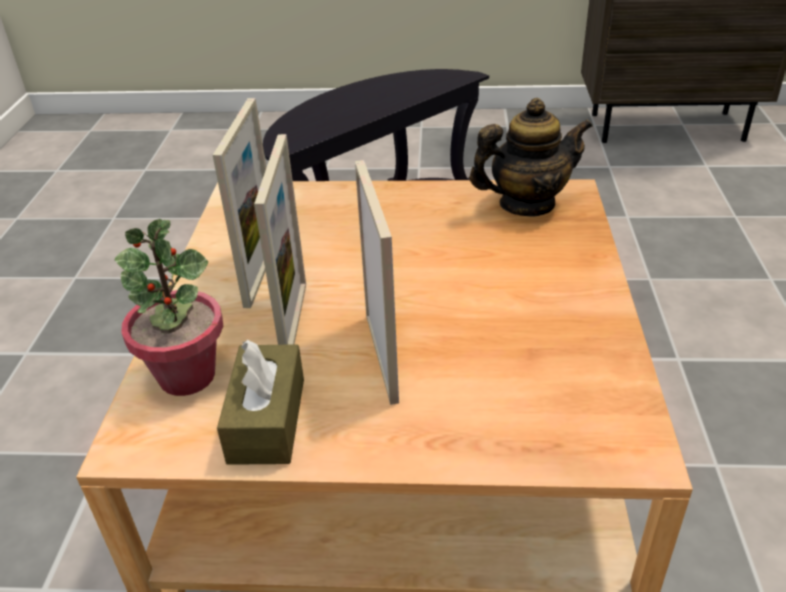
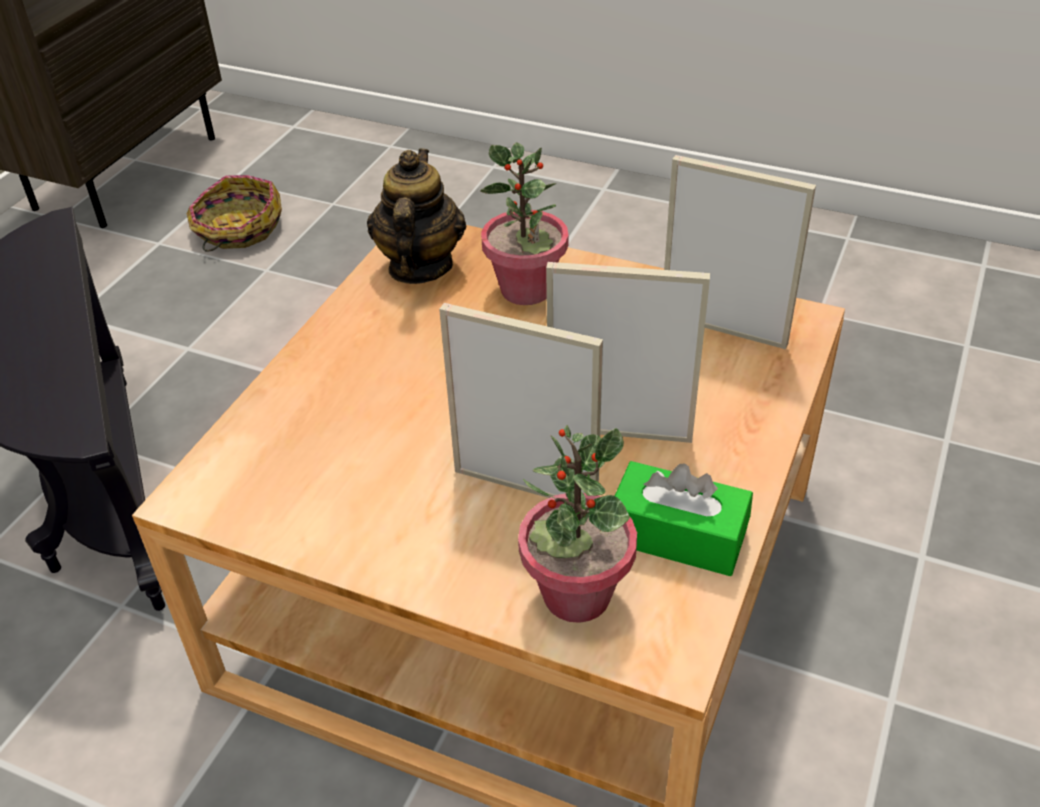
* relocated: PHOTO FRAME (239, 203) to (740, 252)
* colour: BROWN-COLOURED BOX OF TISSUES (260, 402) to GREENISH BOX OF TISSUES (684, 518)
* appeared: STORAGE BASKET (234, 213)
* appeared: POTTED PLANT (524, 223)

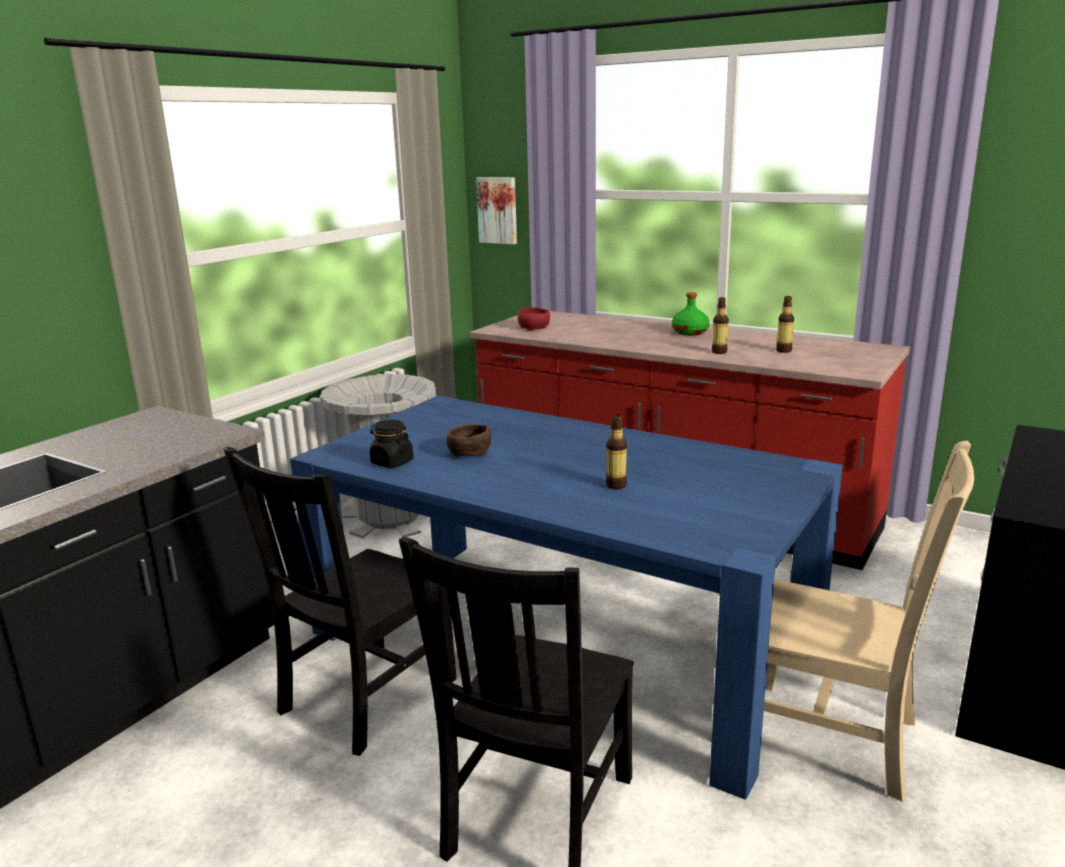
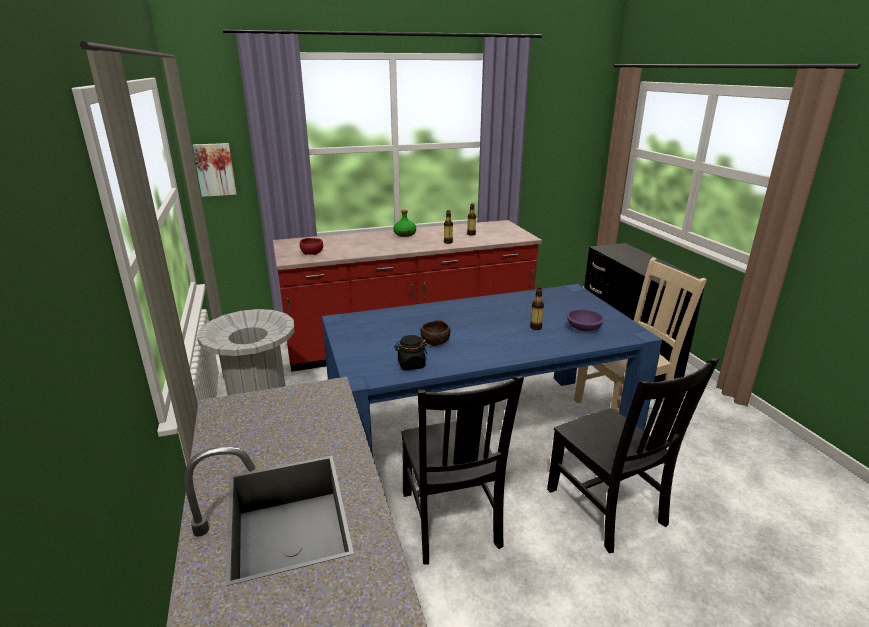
* appeared: PURPLE DEEP DISH (585, 320)

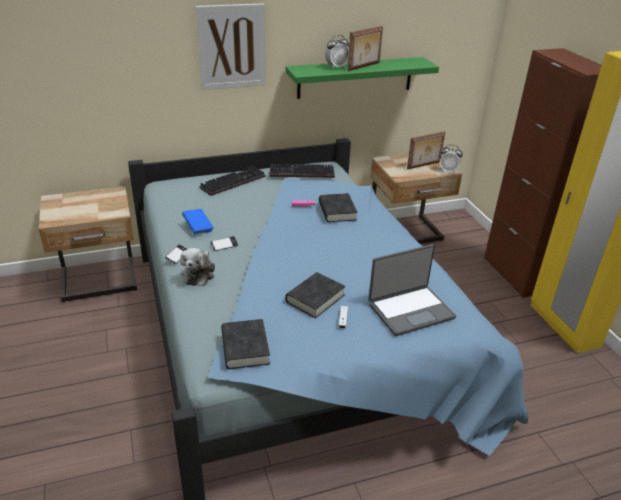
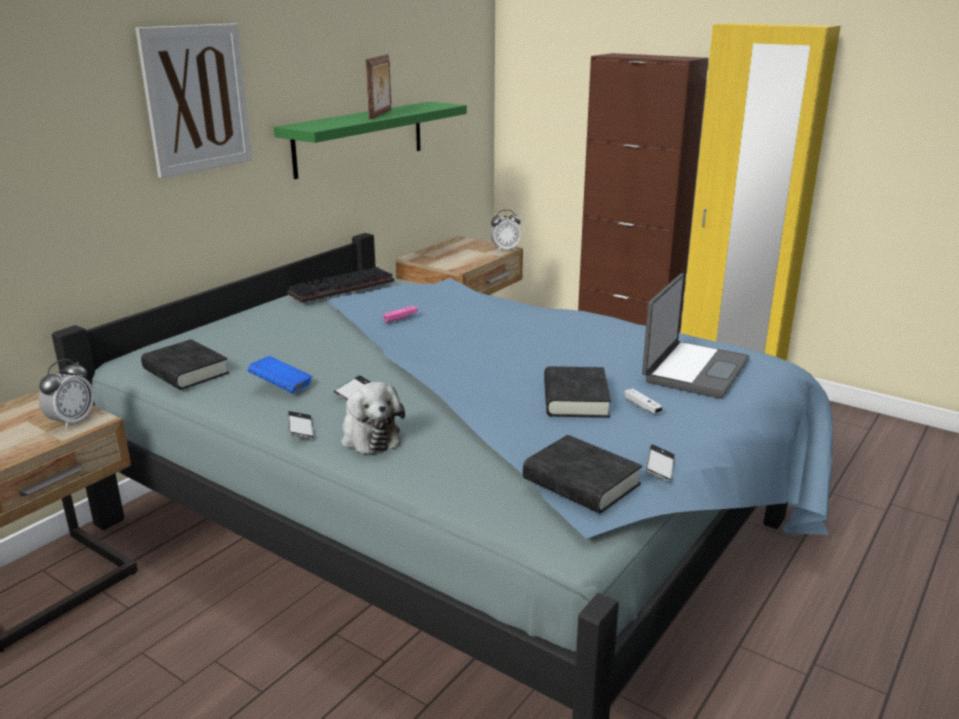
* missing: PC KEYBOARD (232, 181)
* relocated: BLACK-COLOURED VOLUME (338, 207) to (185, 364)
* relocated: ALARM CLOCK (337, 52) to (66, 394)
* missing: PHOTO FRAME (426, 150)
* appeared: HANDSET (660, 463)

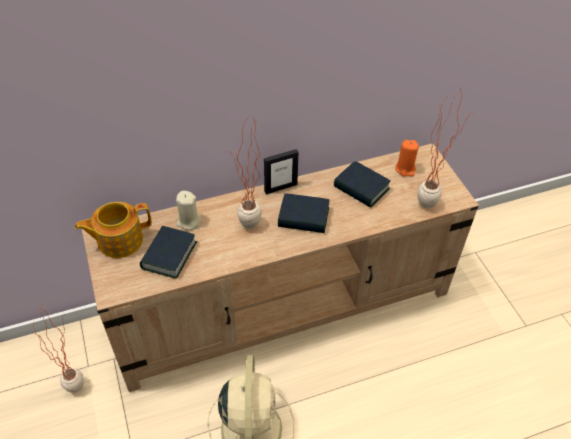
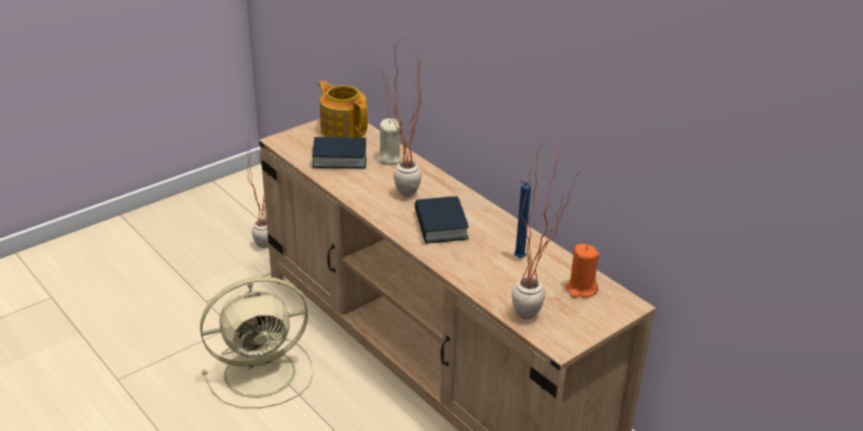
* missing: PHOTO FRAME (281, 171)
* exchanged: VOLUME (362, 184) to BLUISH WAX CANDLE (522, 219)

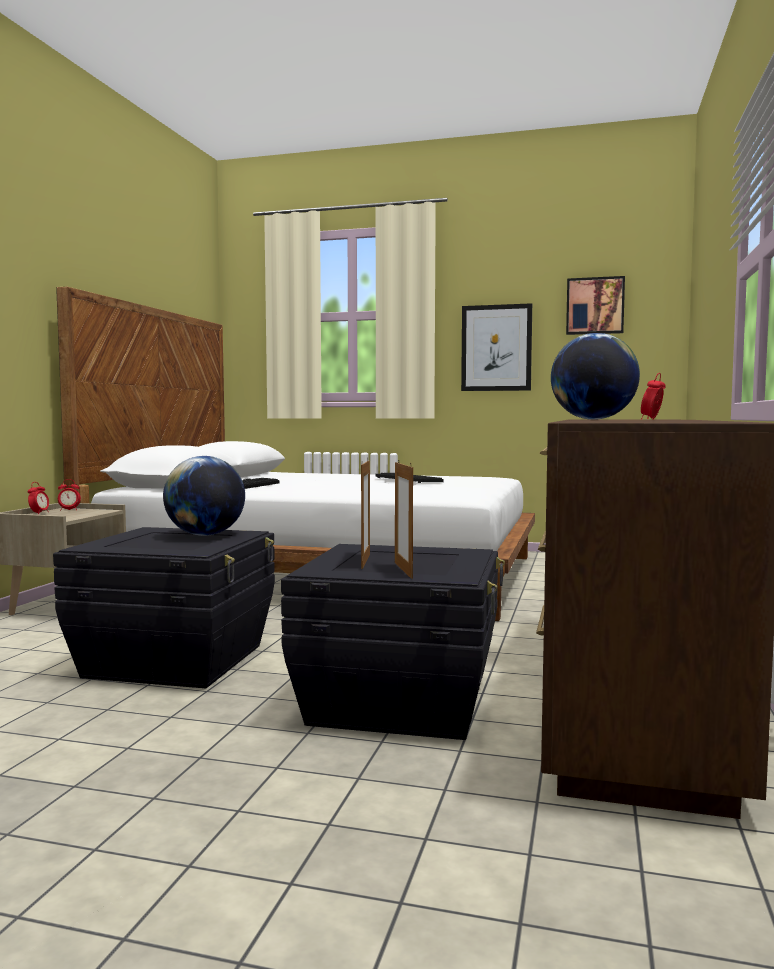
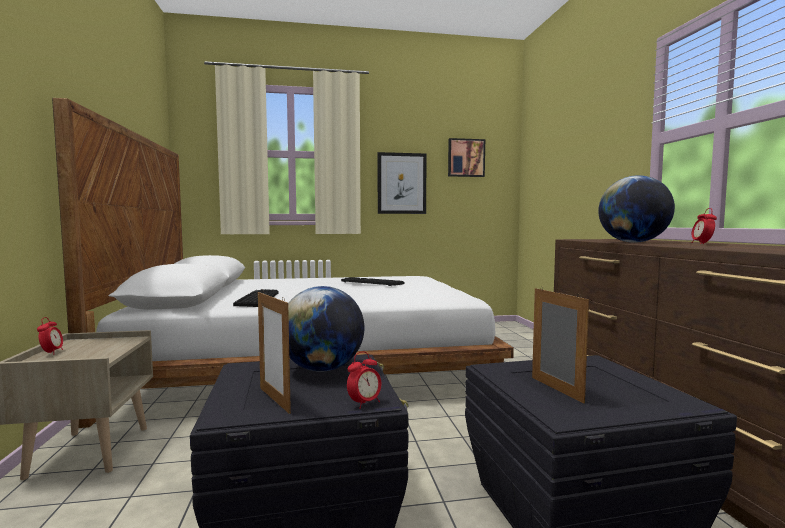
* relocated: ALARM CLOCK (69, 494) to (364, 380)
* relocated: PHOTO FRAME (404, 519) to (274, 352)

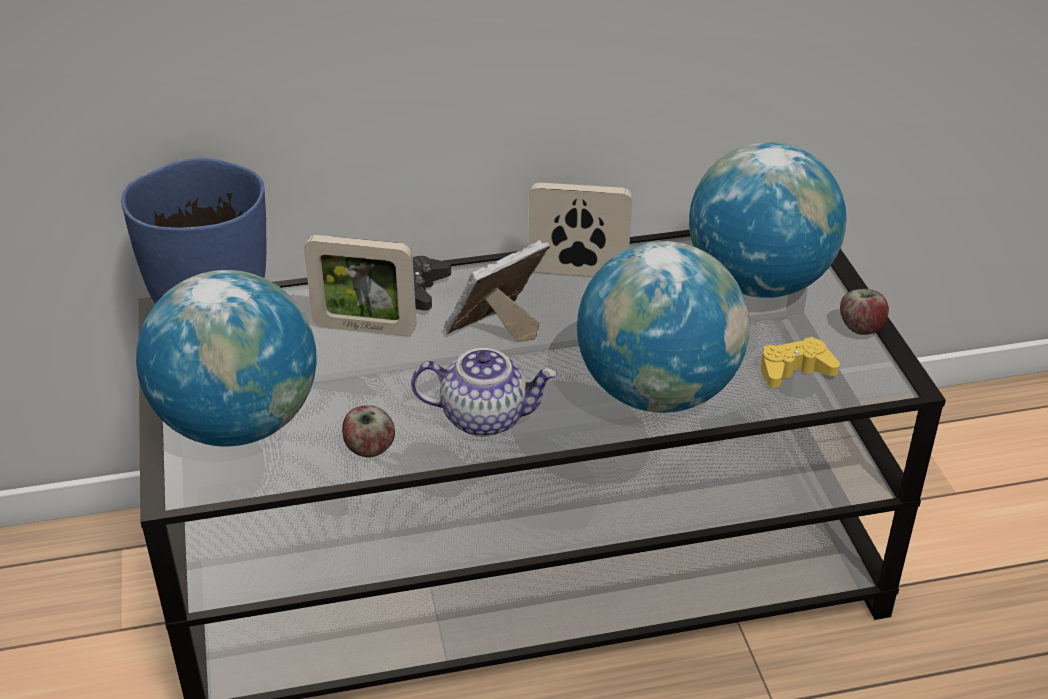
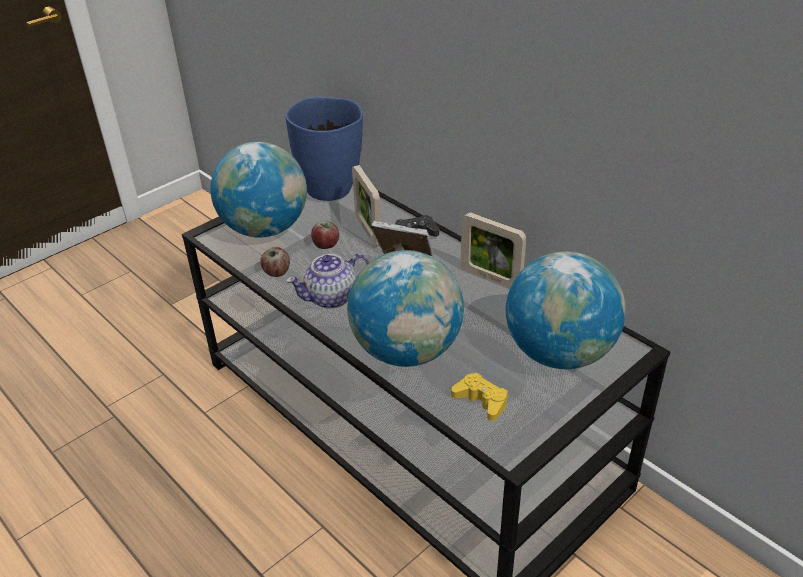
* spun: TEA POT (484, 392) = (327, 281) 90 degrees clockwise
* spun: PHOTO FRAME (580, 229) = (493, 250) 150 degrees clockwise
* relocated: WHOLE APPLE (864, 312) to (325, 235)

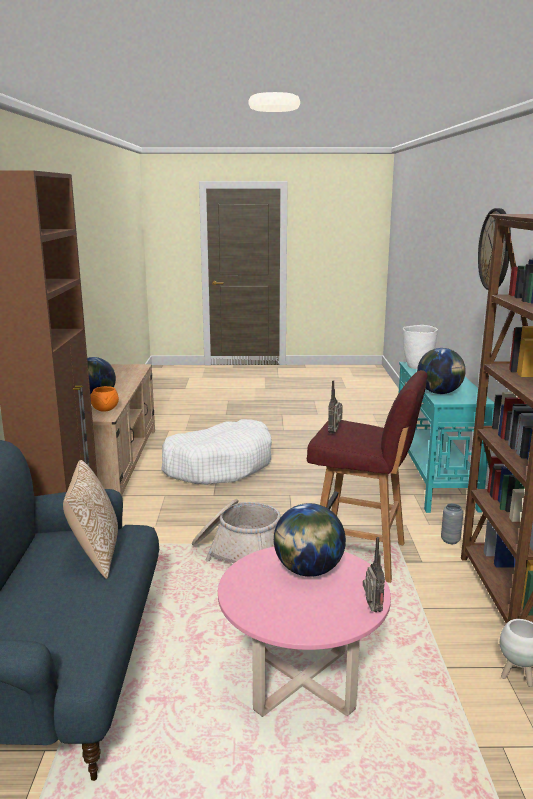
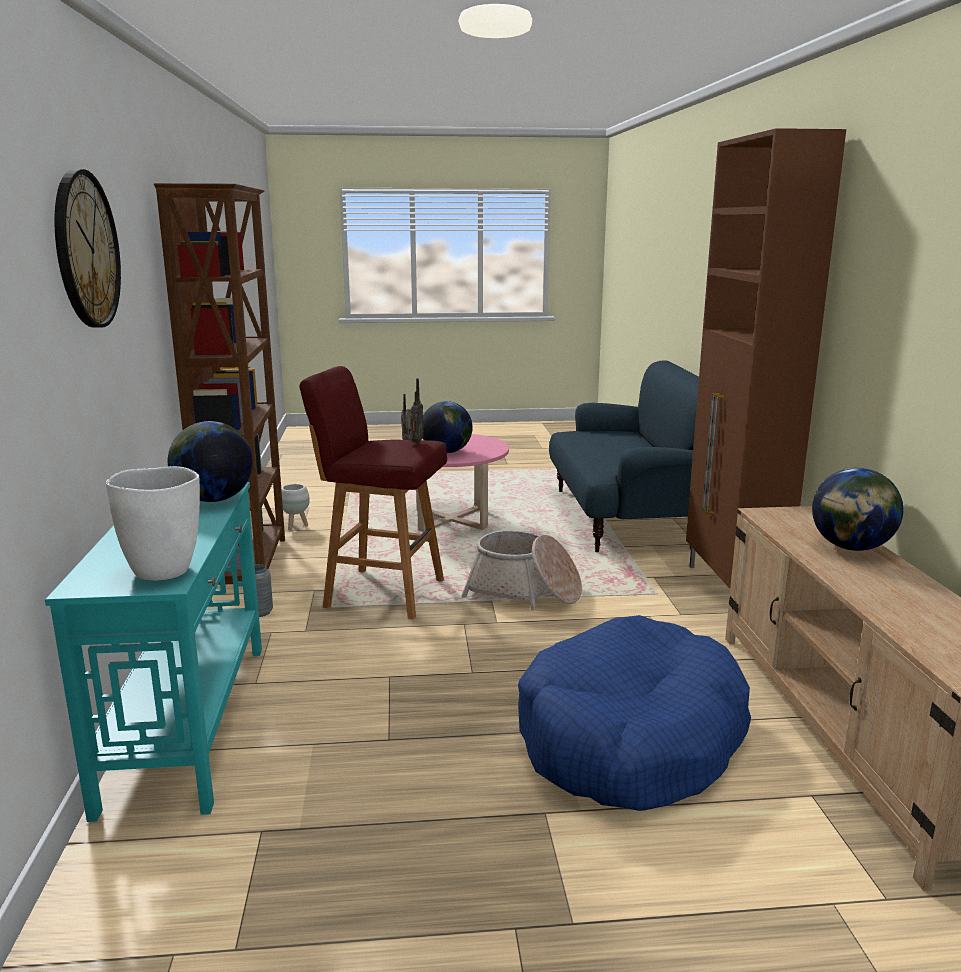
* missing: CUSHION (90, 519)
* missing: ORANGEY DEEP DISH (104, 399)
* colour: WHITE-COLOURED DOG CUSHION (216, 452) to BLUISH DOG CUSHION (634, 713)

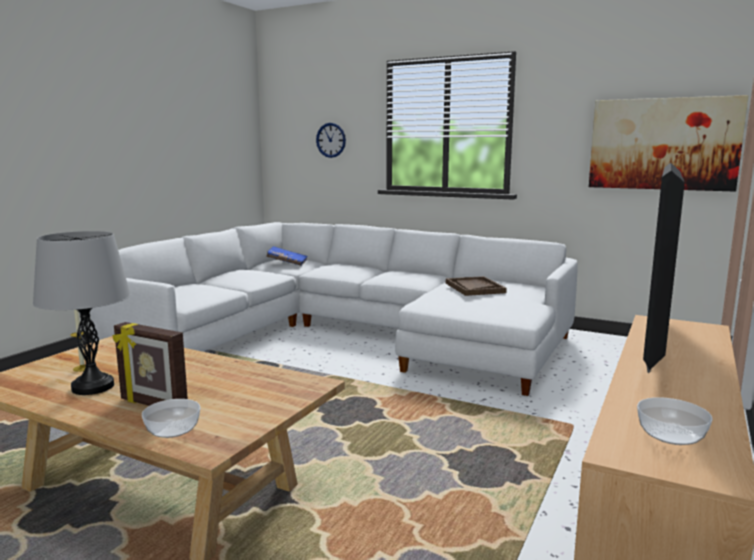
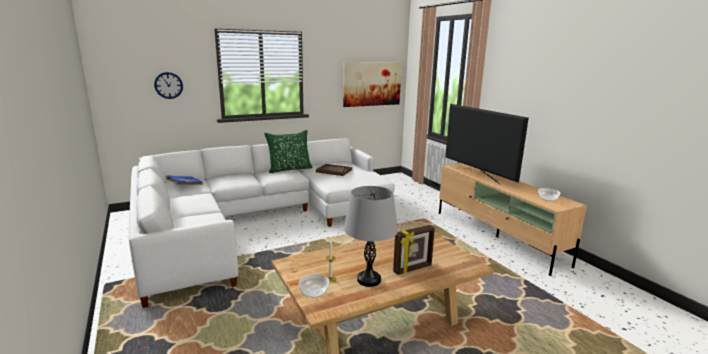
* relocated: DEEP DISH (171, 418) to (314, 285)
* appeared: GREENISH CUSHION (288, 151)

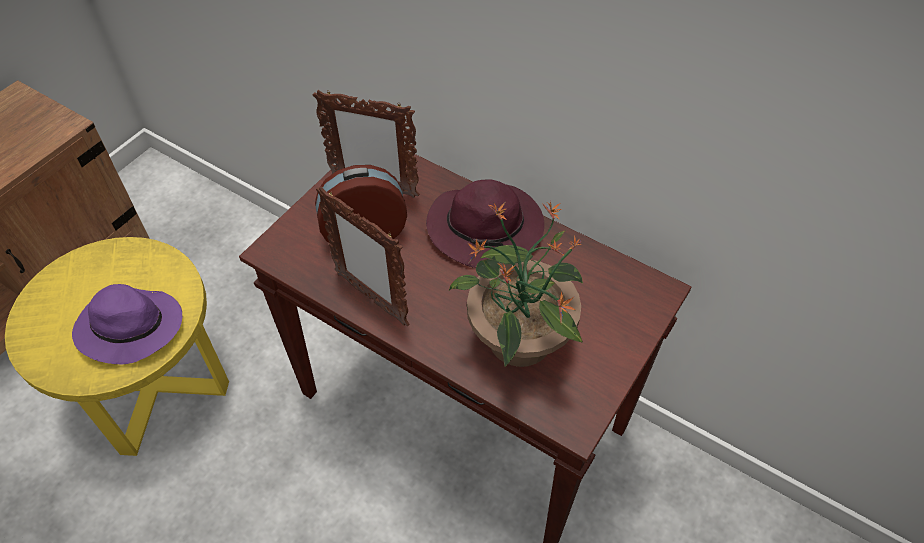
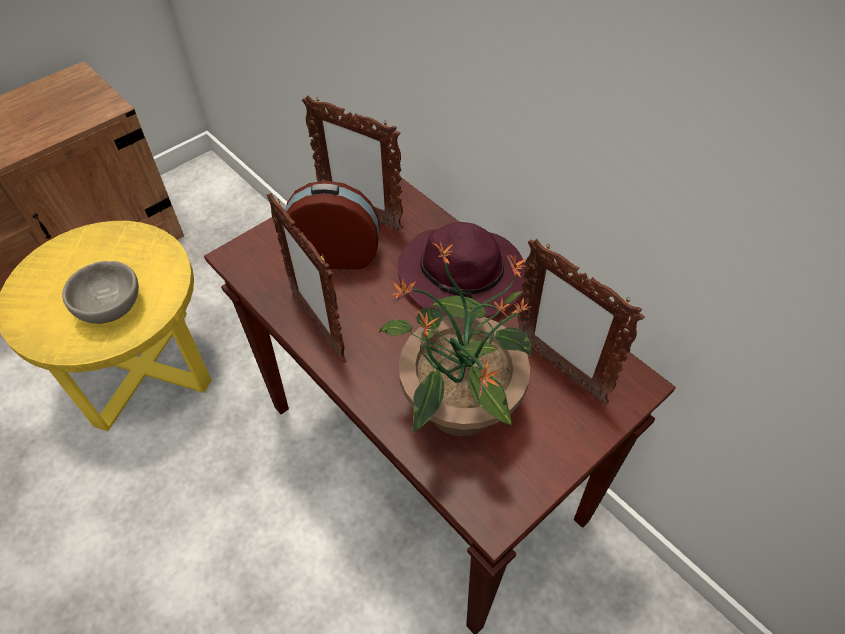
* exchanged: PURPLE WEARABLE HAT (127, 324) to GREY DEEP DISH (100, 292)
* appeared: PHOTO FRAME (581, 321)

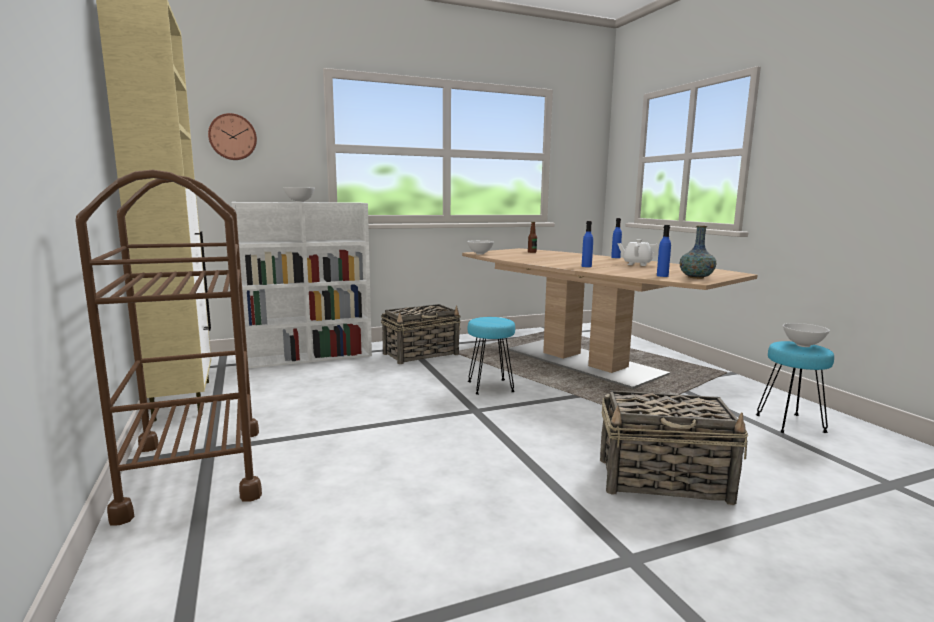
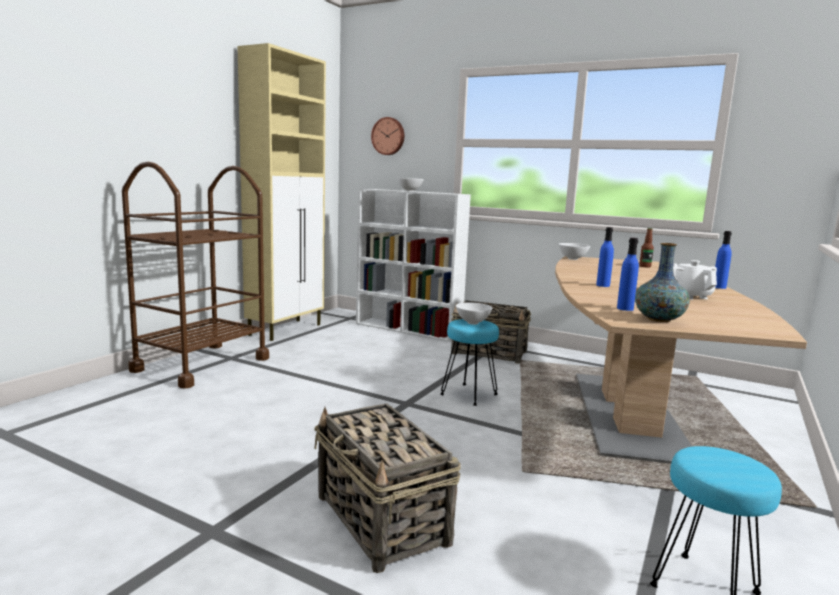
* relocated: WHITE-COLOURED DEEP DISH (806, 335) to (474, 314)

